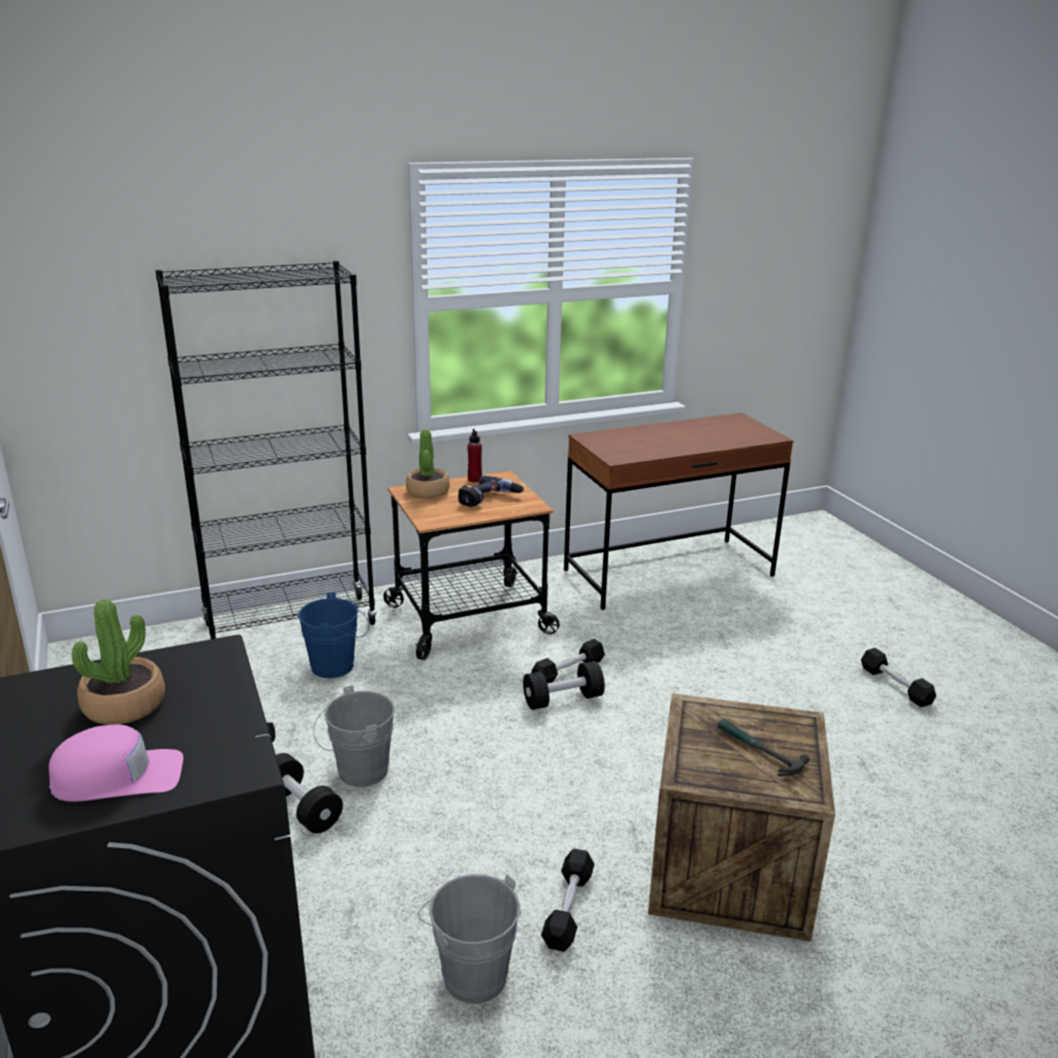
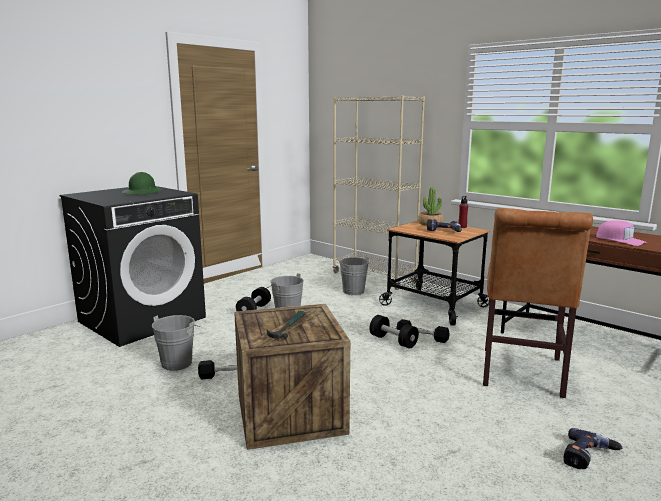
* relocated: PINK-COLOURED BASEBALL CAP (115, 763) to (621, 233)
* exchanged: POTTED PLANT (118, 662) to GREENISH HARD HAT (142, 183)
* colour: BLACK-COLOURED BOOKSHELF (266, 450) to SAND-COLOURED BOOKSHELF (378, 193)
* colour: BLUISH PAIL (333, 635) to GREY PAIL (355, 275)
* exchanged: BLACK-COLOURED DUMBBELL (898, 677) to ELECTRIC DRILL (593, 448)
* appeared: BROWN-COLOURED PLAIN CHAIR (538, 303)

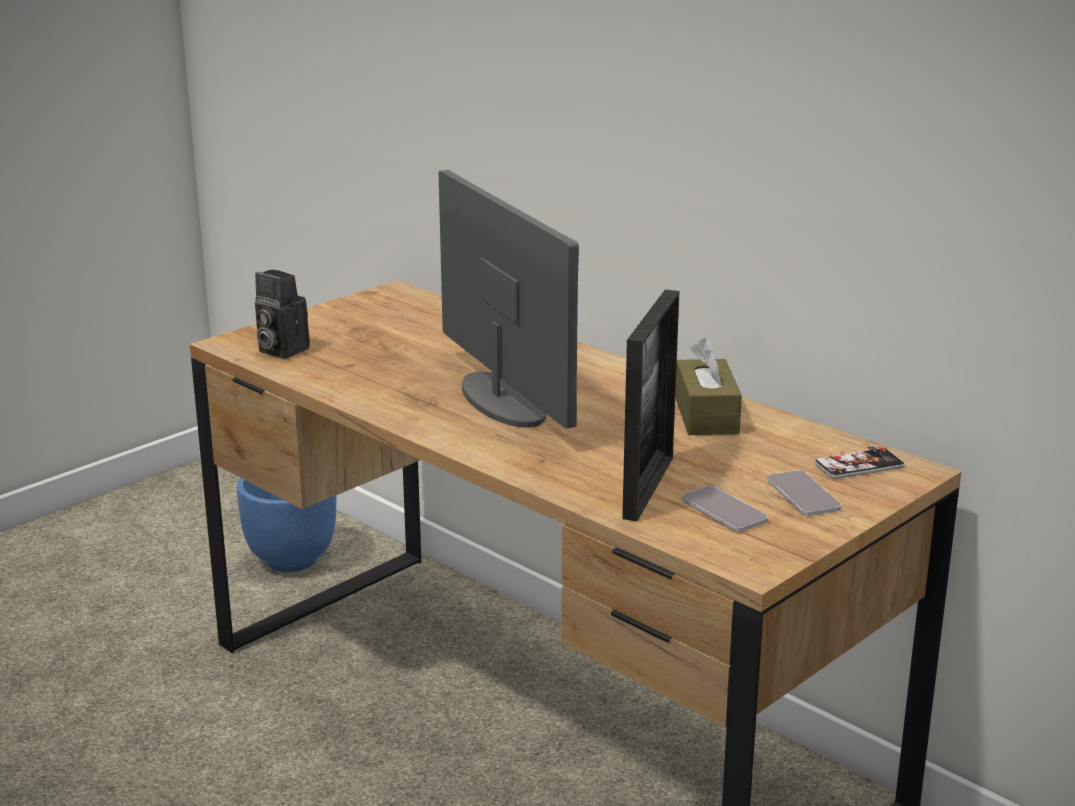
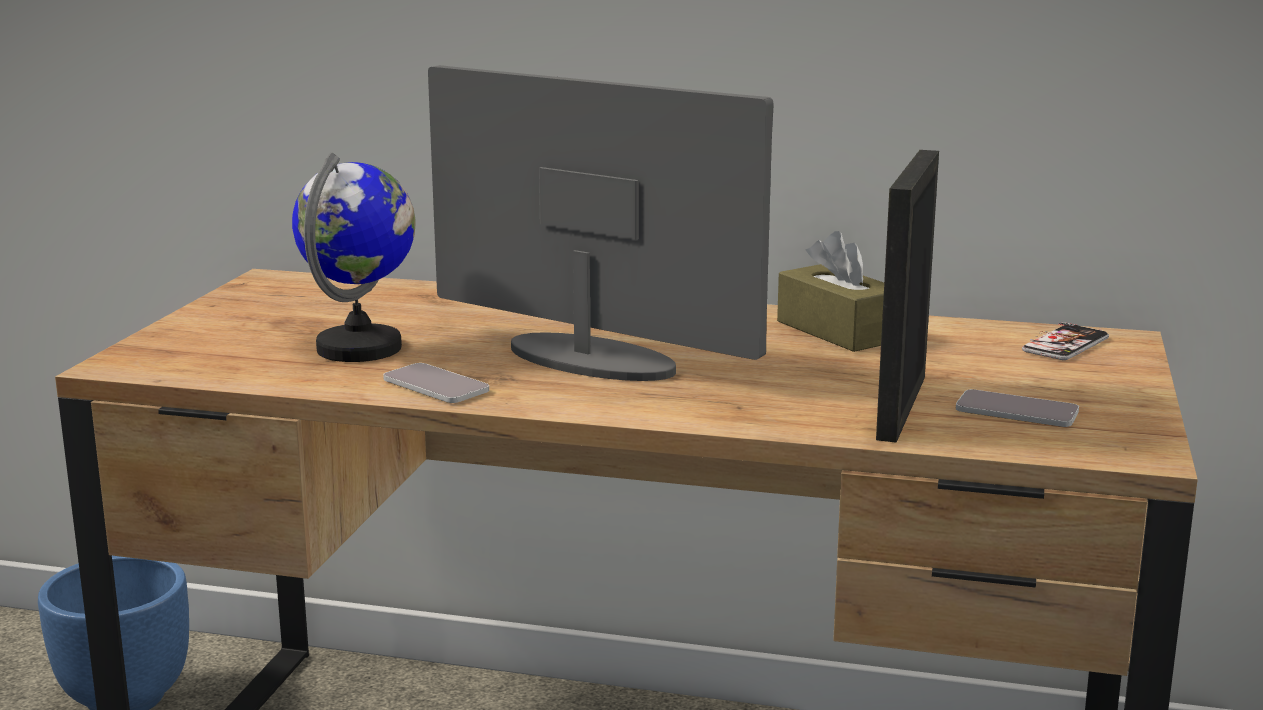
* missing: PHOTO CAMERA (282, 314)
* spun: PHOTO FRAME (650, 405) = (907, 296) 150 degrees counterclockwise
* relocated: HANDSET (804, 493) to (436, 383)
* appeared: DESK GLOBE (353, 257)

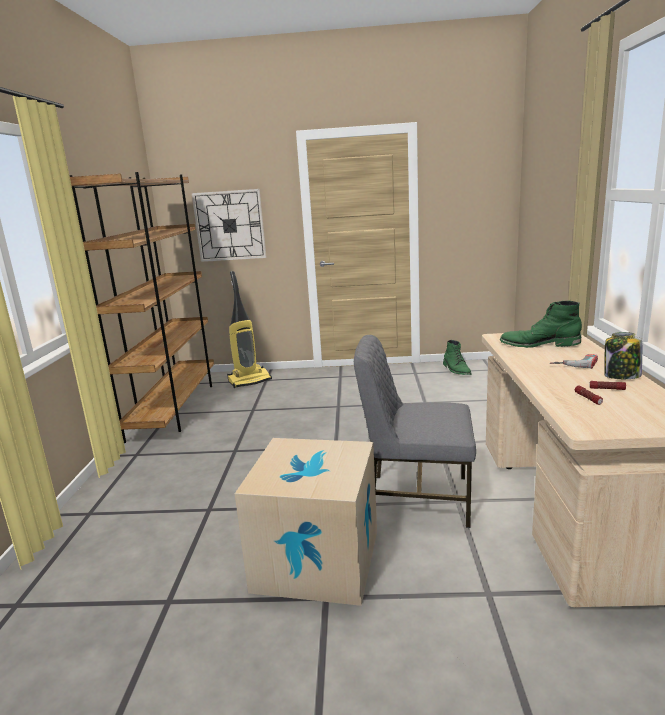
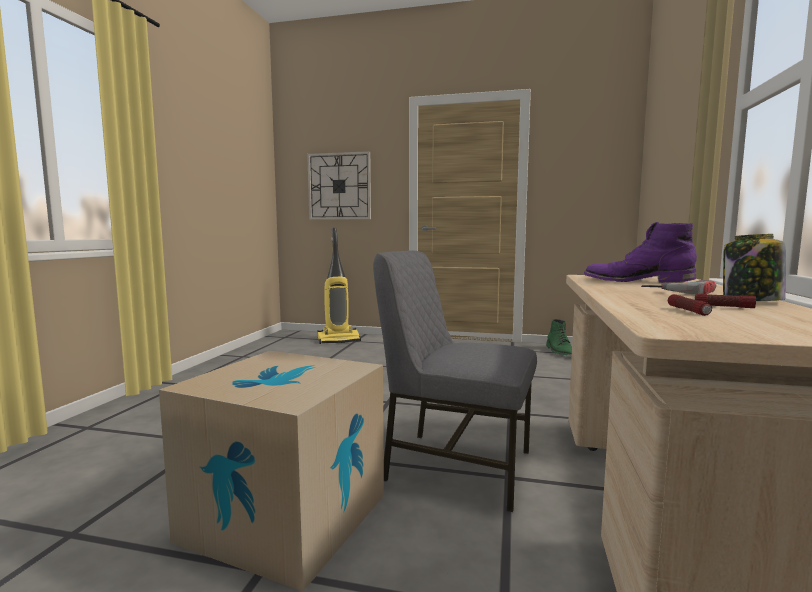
* missing: BROWN-COLOURED BOOKSHELF (141, 307)
* colour: GREENISH TALL BOOT (541, 324) to PURPLE TALL BOOT (640, 252)

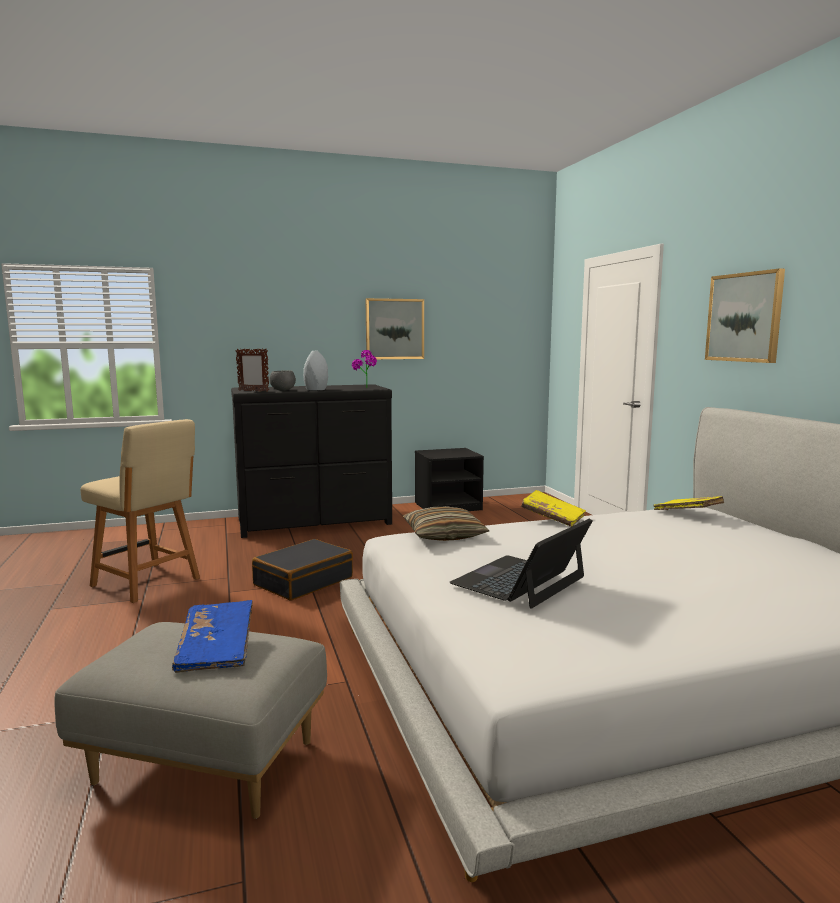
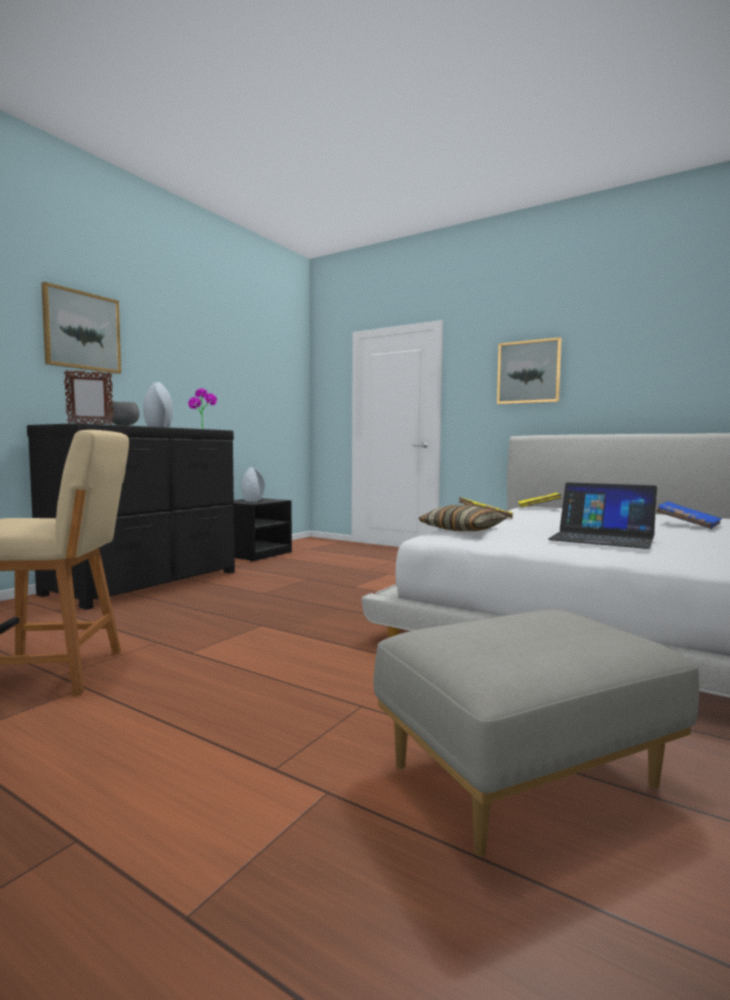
* relocated: BLUISH VOLUME (212, 636) to (689, 515)
* missing: BLACK-COLOURED PIECE OF LUGGAGE (302, 570)
* relocated: WALL ART (394, 328) to (81, 328)
* spun: PORTABLE COMPUTER (521, 563) = (602, 515) 60 degrees counterclockwise
* appeared: GREY DECORATIVE VASE (253, 484)

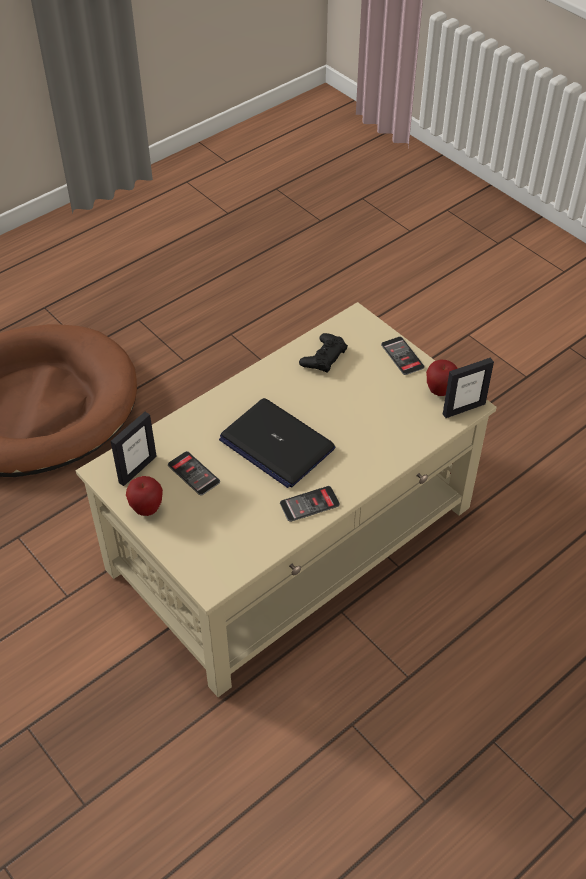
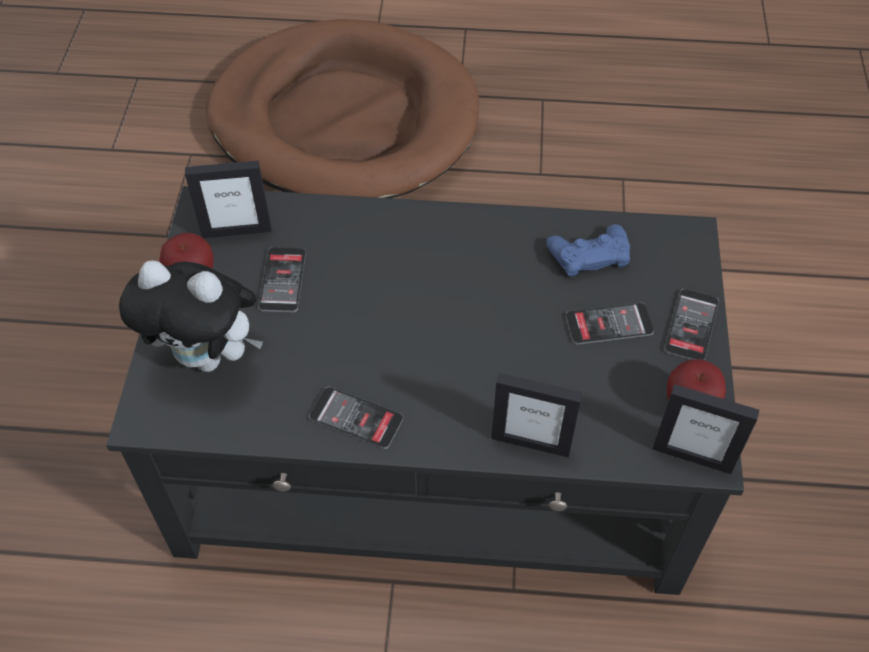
* colour: SAND-COLOURED COFFEE TABLE (286, 499) to BLACK-COLOURED COFFEE TABLE (425, 390)
* missing: PORTABLE COMPUTER (277, 443)
* colour: BLACK-COLOURED GAME CONTROLLER (323, 353) to BLUISH GAME CONTROLLER (588, 250)
* appeared: CUDDLY TOY (191, 316)
* appeared: PHOTO FRAME (537, 415)
* appeared: HANDSET (610, 323)

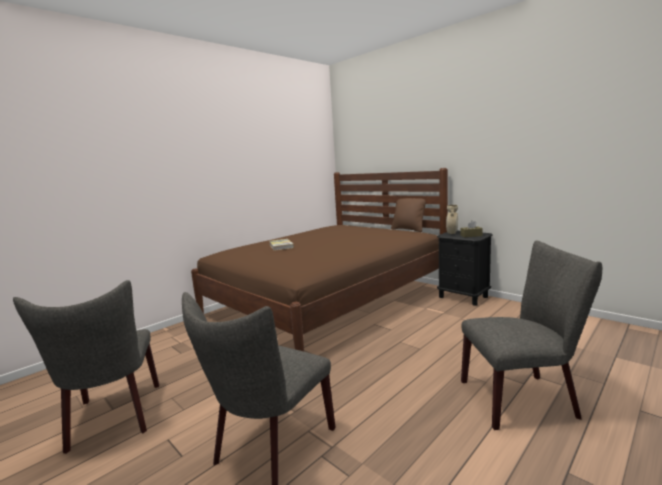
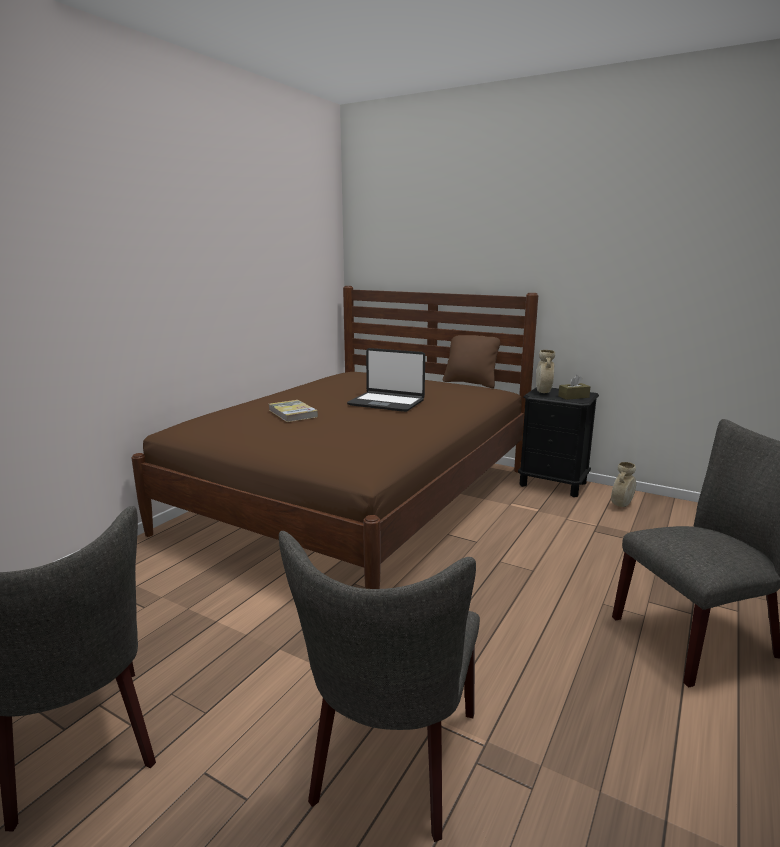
* appeared: PORTABLE COMPUTER (386, 380)
* appeared: SAND-COLOURED DECORATIVE VASE (623, 484)

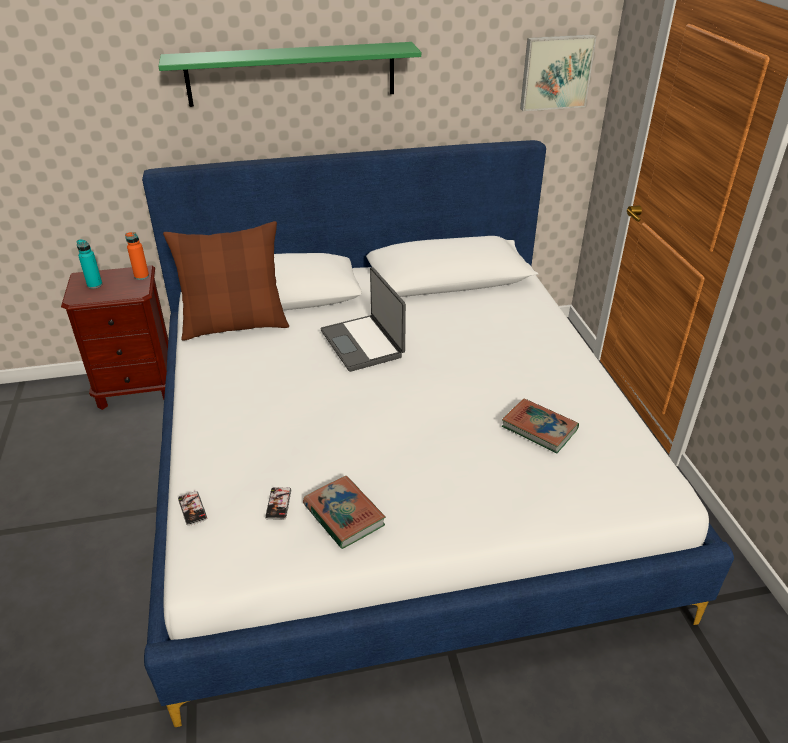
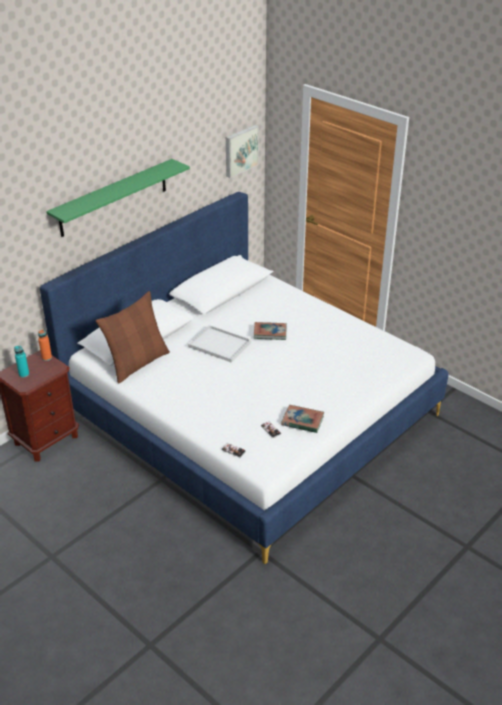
* exchanged: PORTABLE COMPUTER (363, 319) to WHITE-COLOURED CARRYING TRAY (219, 344)
* relocated: VOLUME (540, 425) to (270, 331)

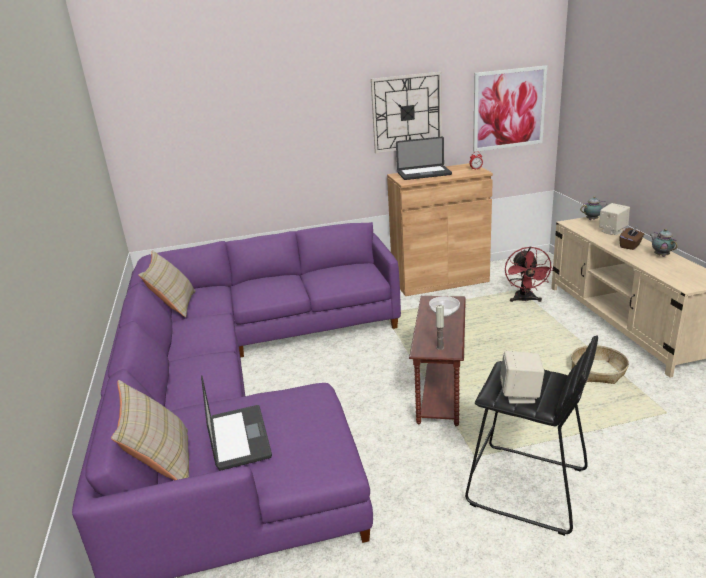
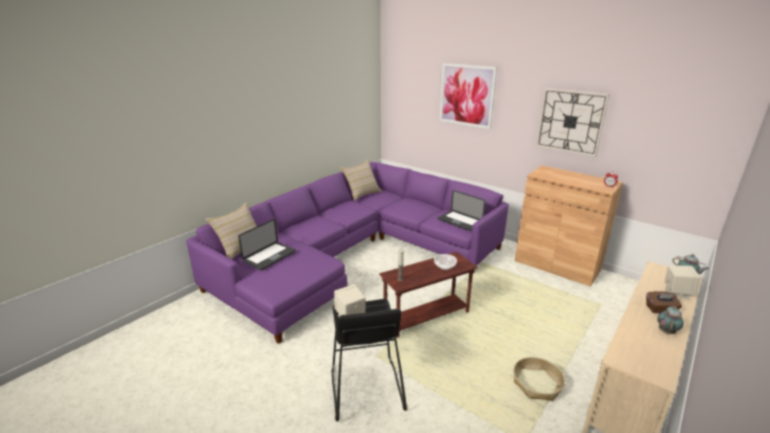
* relocated: PORTABLE COMPUTER (424, 158) to (461, 210)
* relocated: WALL ART (510, 108) to (468, 96)
* missing: RED COOLING FAN (529, 274)

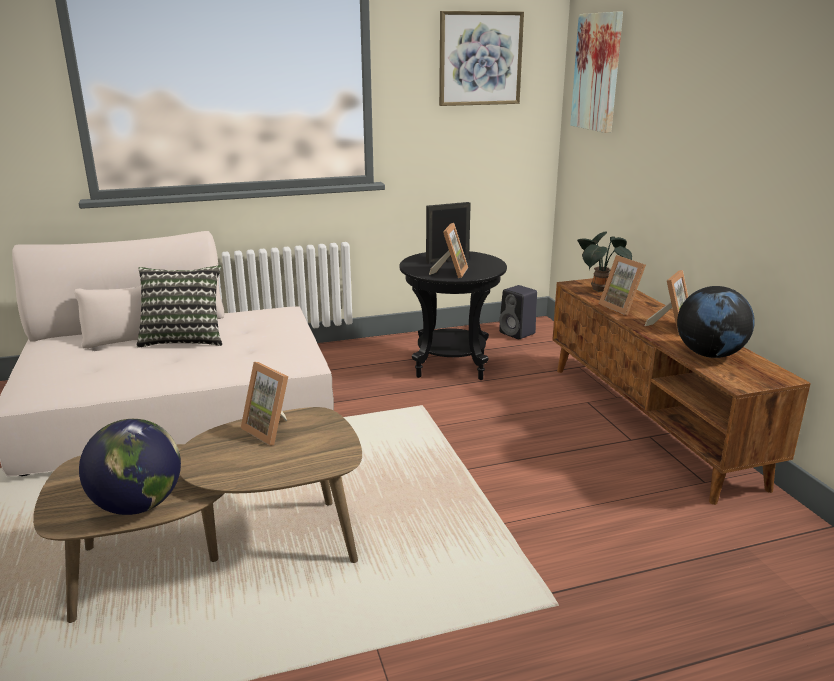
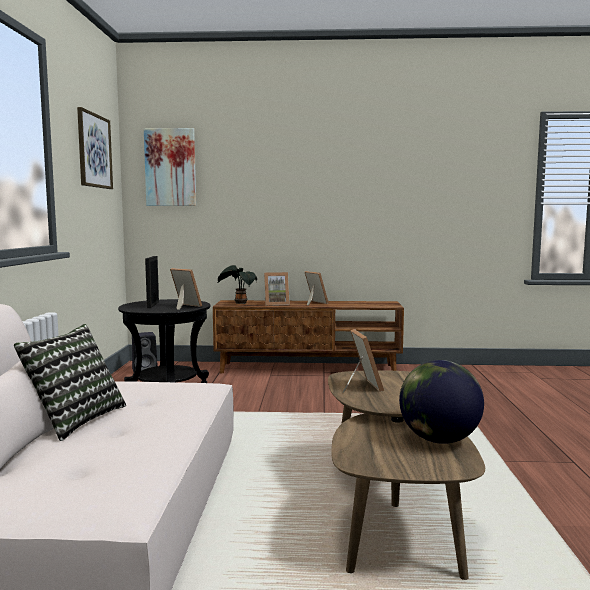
* spun: PHOTO FRAME (264, 404) = (363, 361) 75 degrees counterclockwise
* missing: DESK GLOBE (716, 322)

